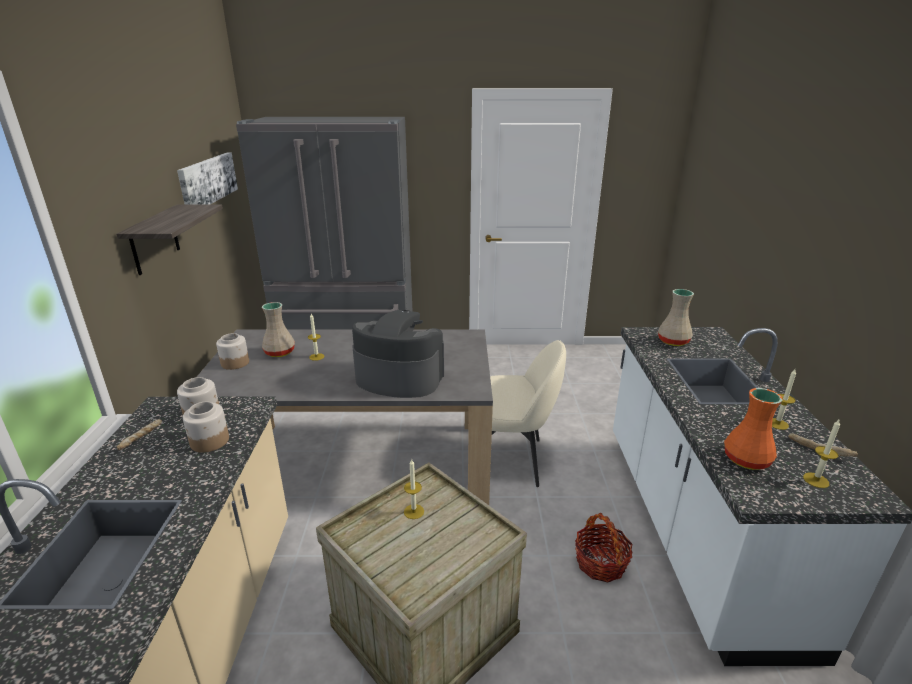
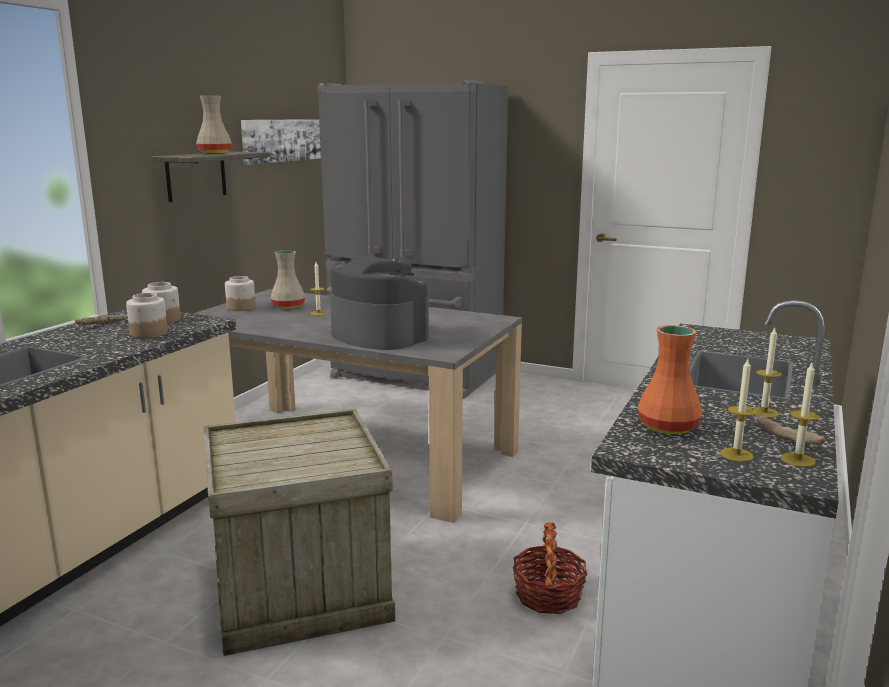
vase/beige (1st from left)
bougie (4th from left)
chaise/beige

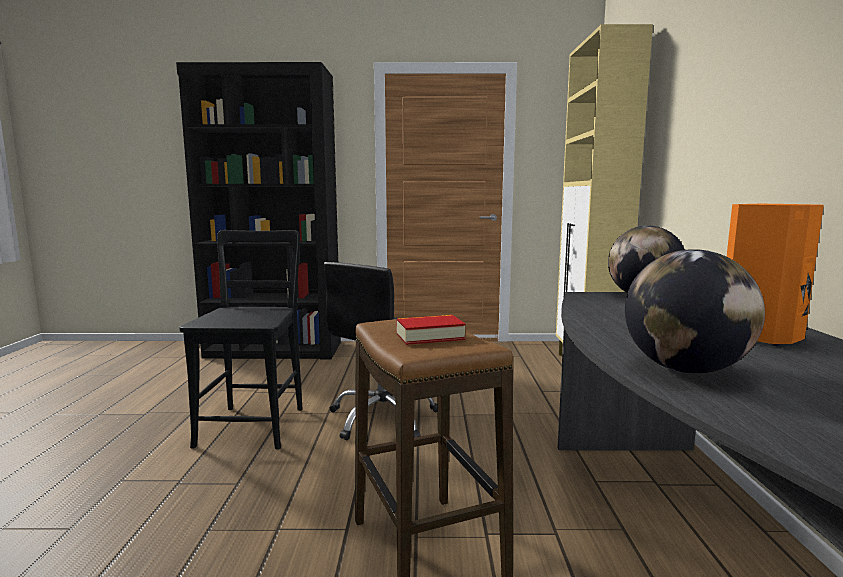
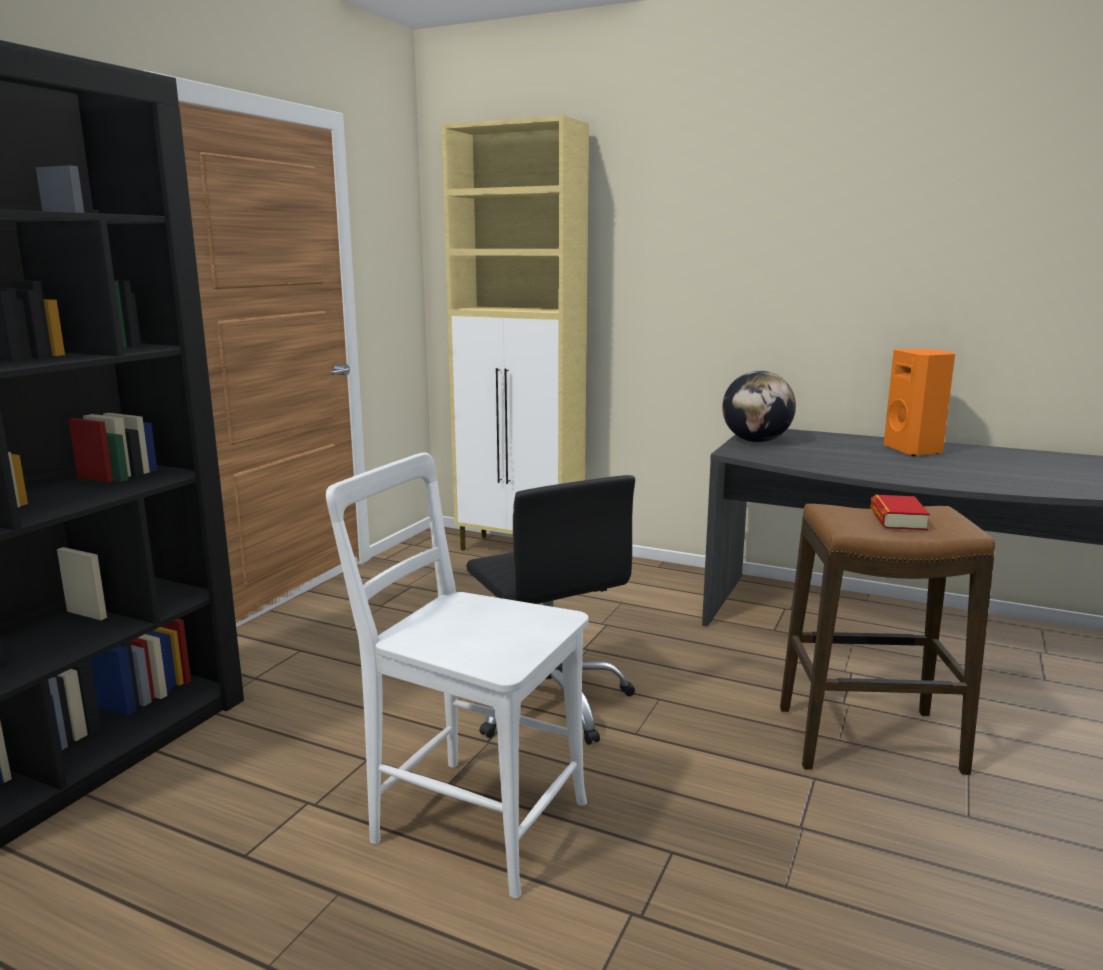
chaise/blanc
globe (2nd from left in the first image)

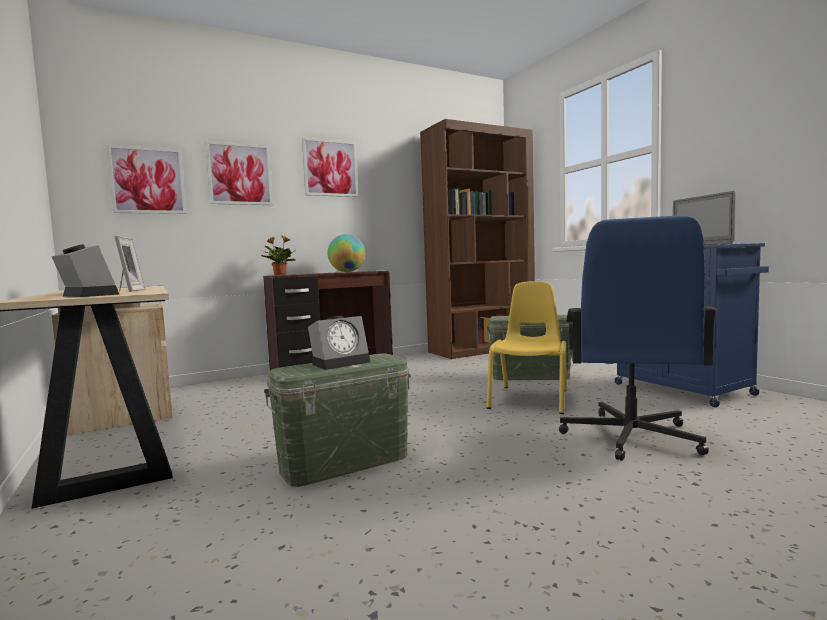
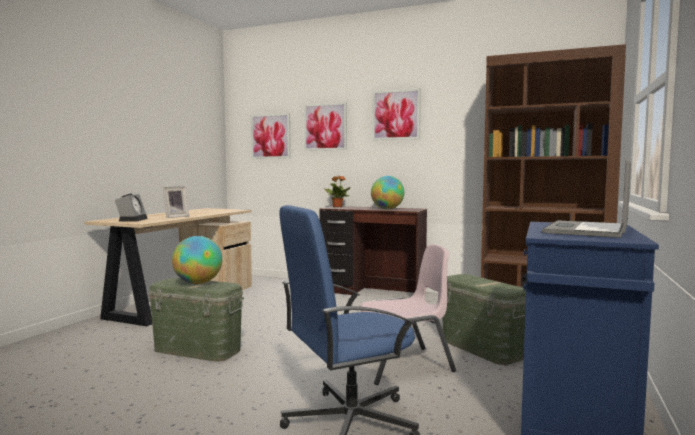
globe (1st from left)
chaise/rose

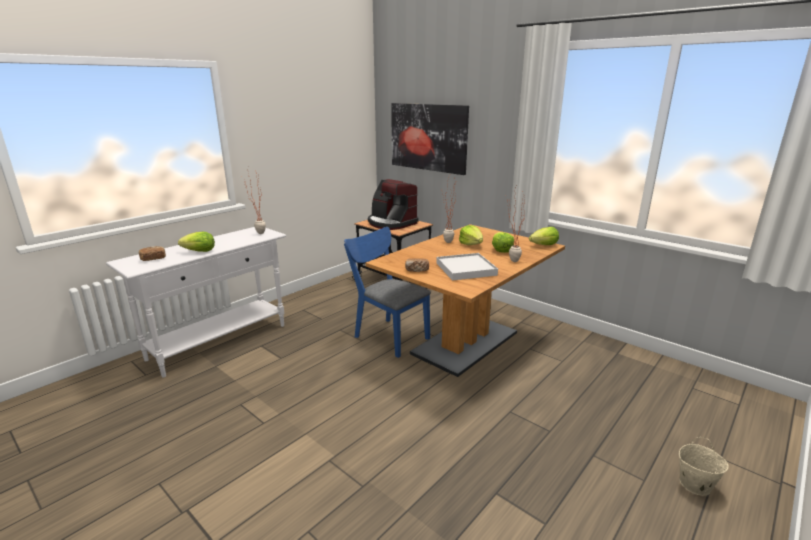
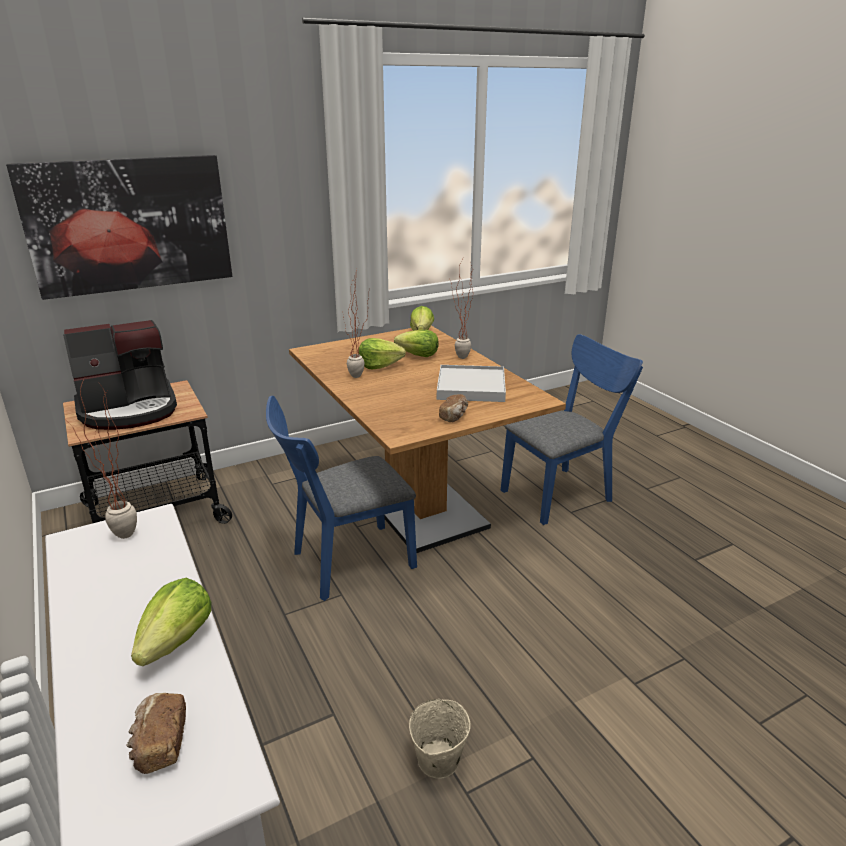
seau/beige
chaise/bleu (2nd from left)

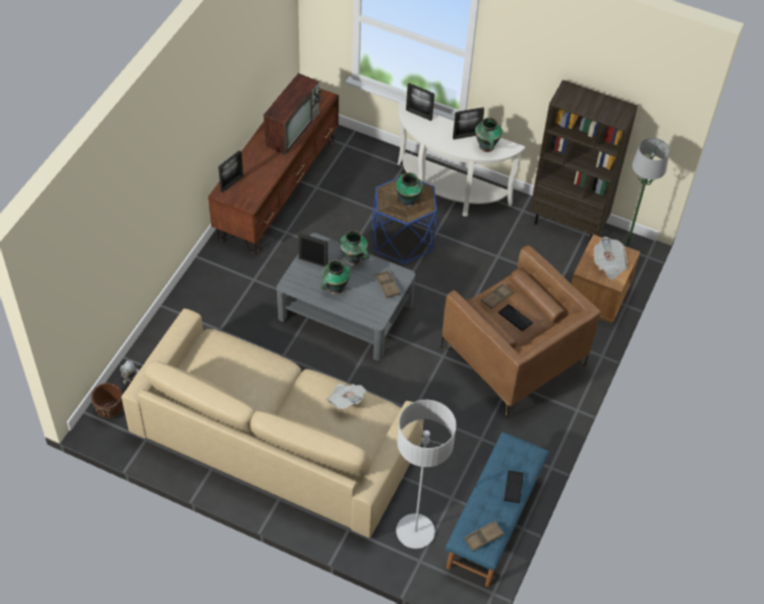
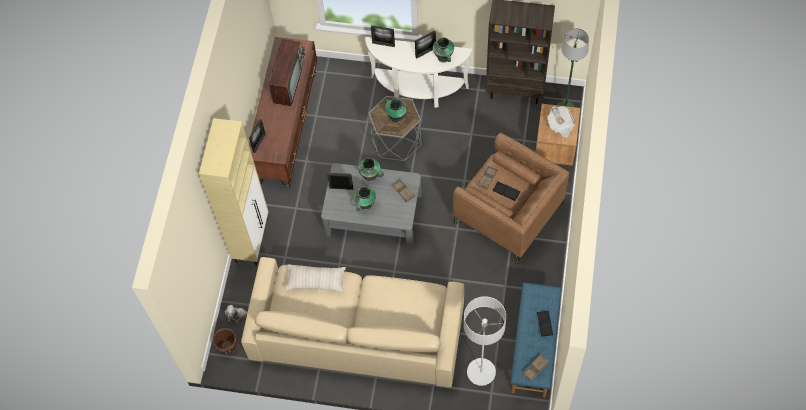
meuble de rangement/beige
coussin/beige
table d'appoint/gris
journal (1st from left in the first image)

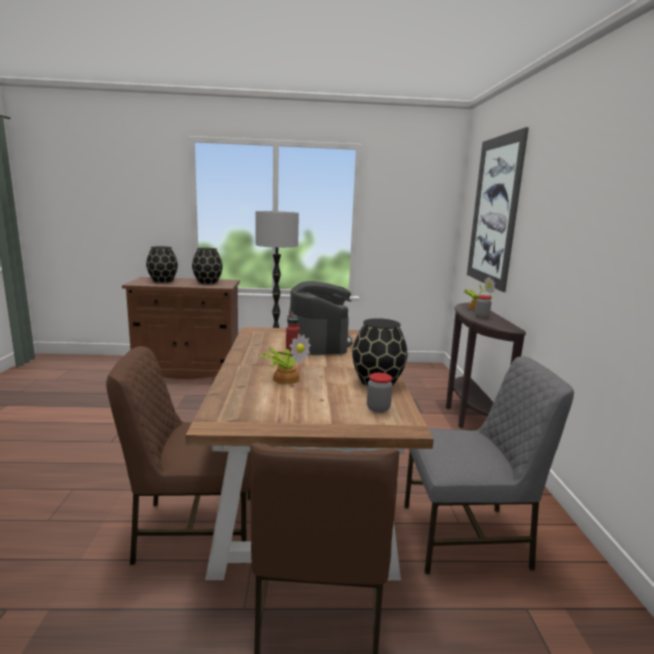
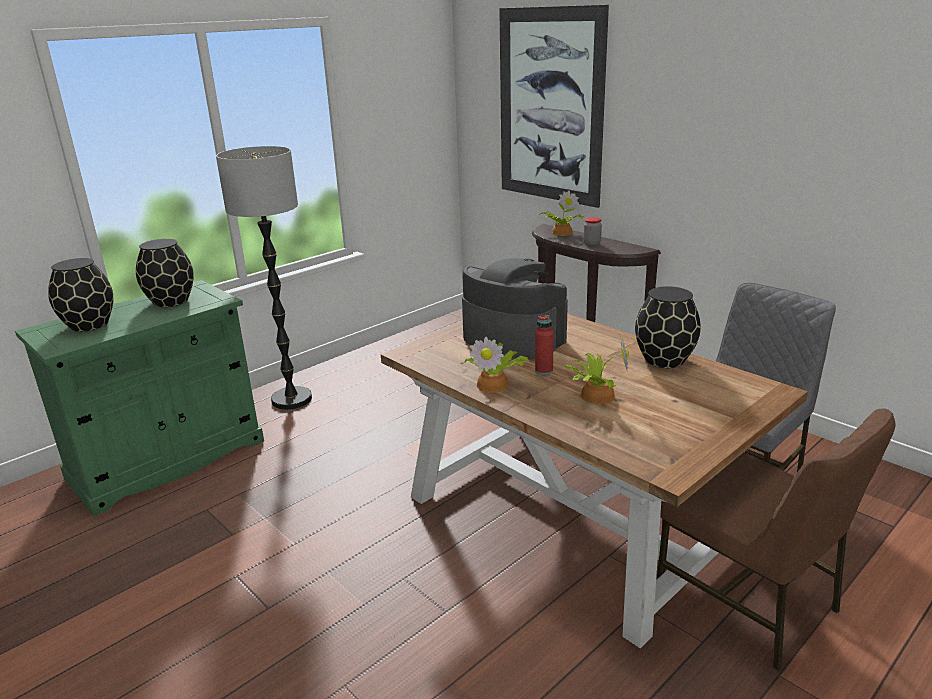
meuble de rangement/vert
plante en pot (1st from left)
chaise/marron (1st from left in the first image)
bocal (1st from left in the first image)

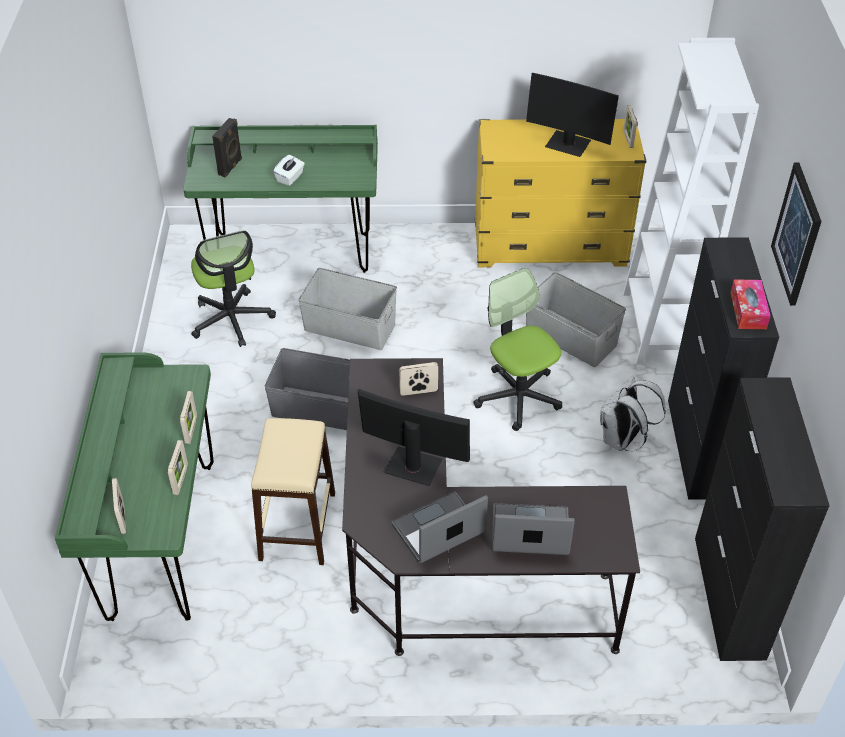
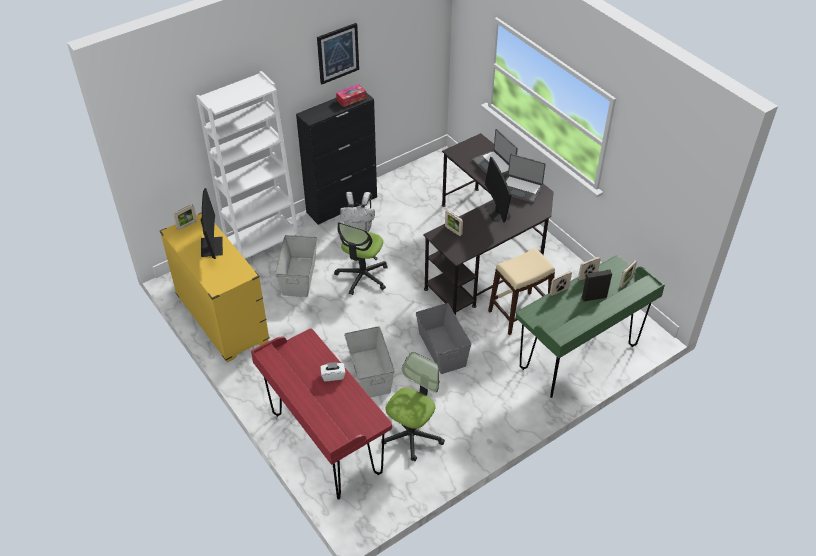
bureau/rouge
enceinte/noir
meuble de rangement/noir (2nd from left in the first image)

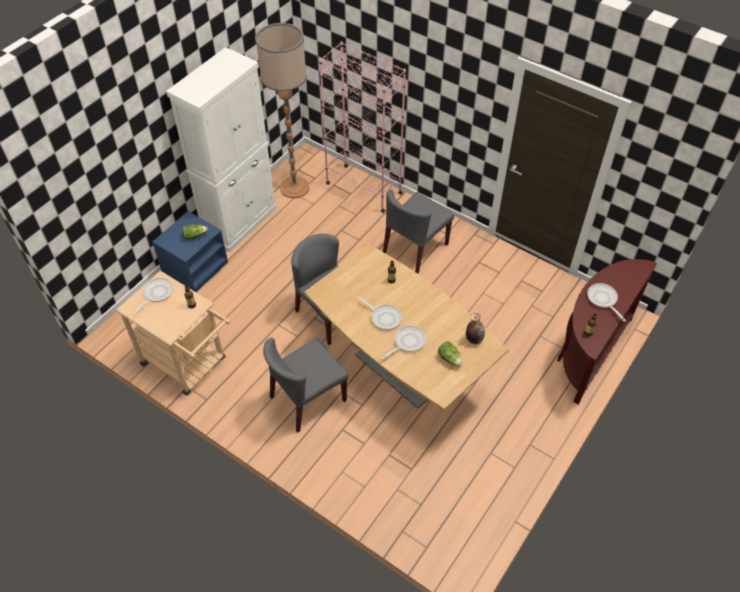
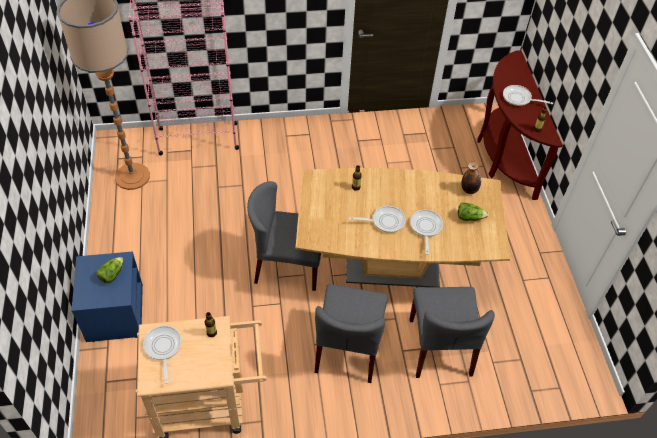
chaise/gris (3rd from left)
meuble de rangement/blanc

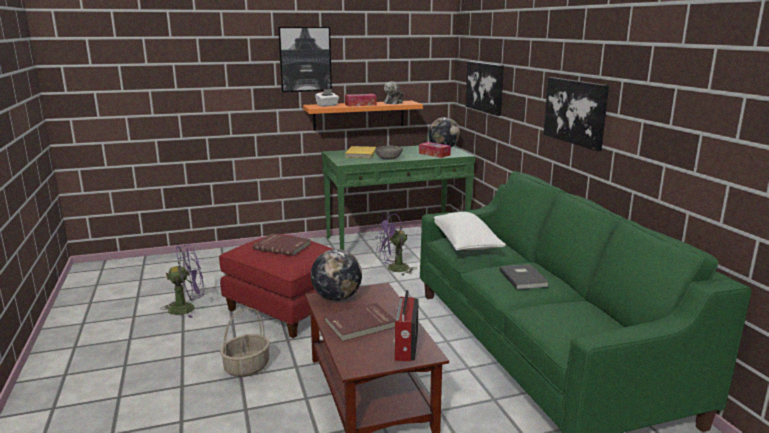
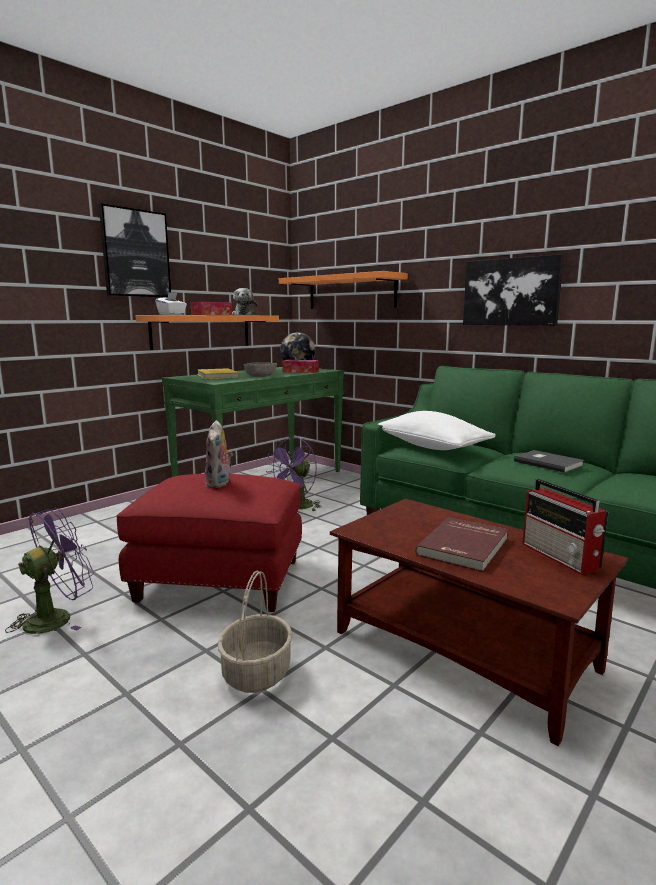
peluche (1st from left)
étagère/orange (2nd from left)
globe (1st from left in the first image)

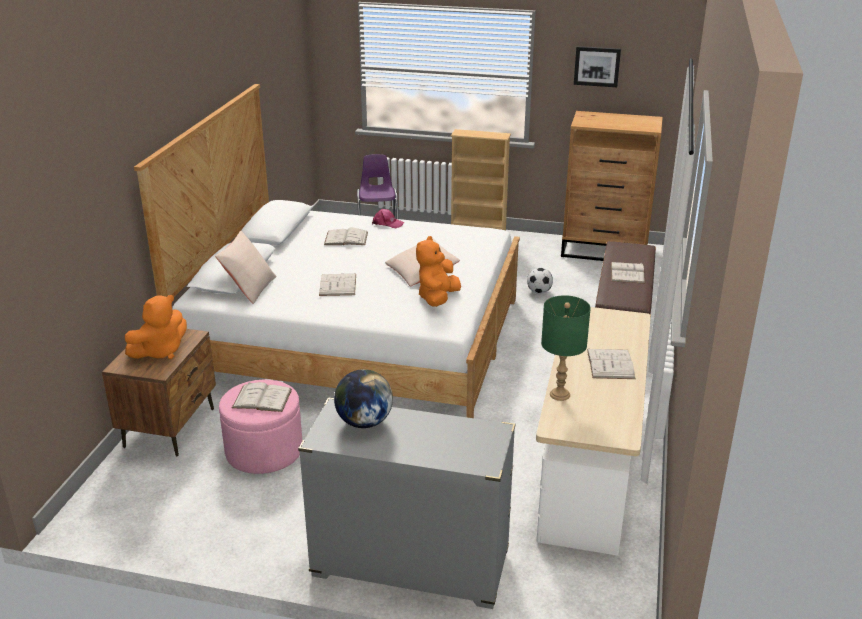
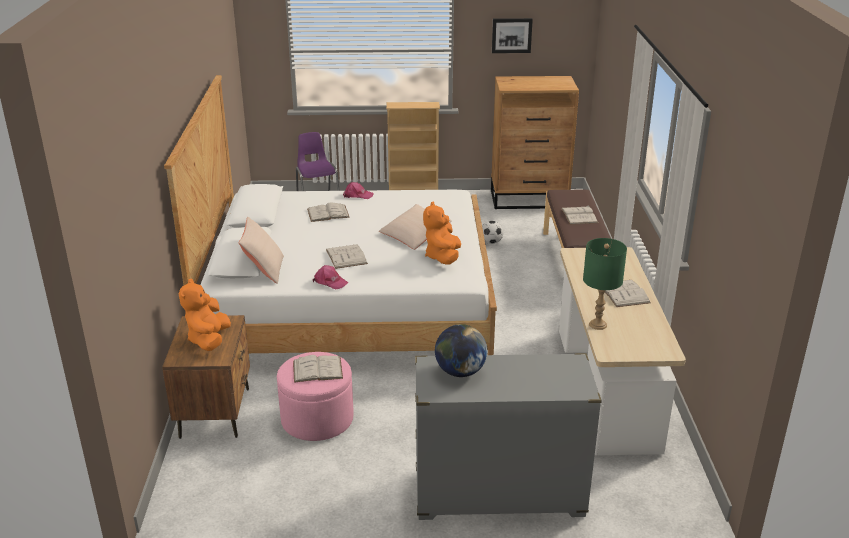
peluche/orange (1st from left)
casquette/rose (1st from left)

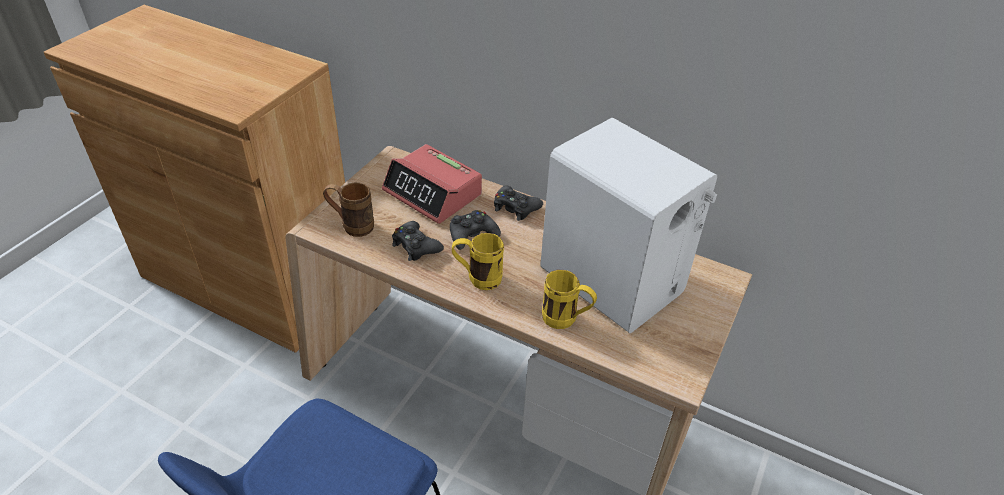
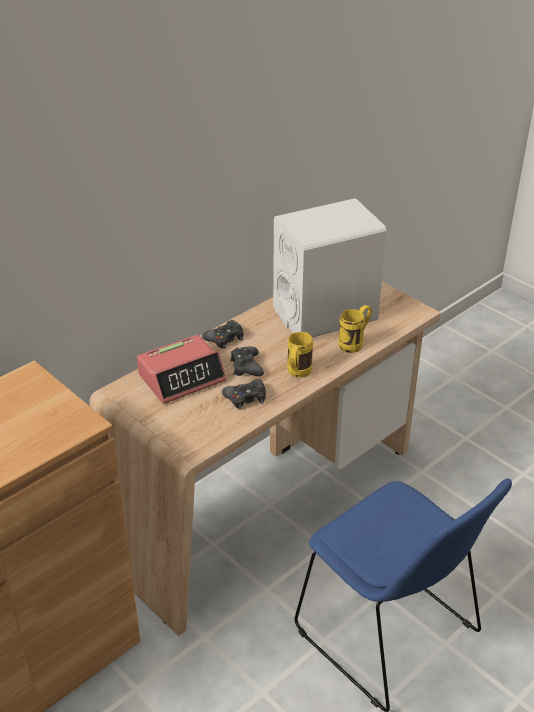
mug/marron

